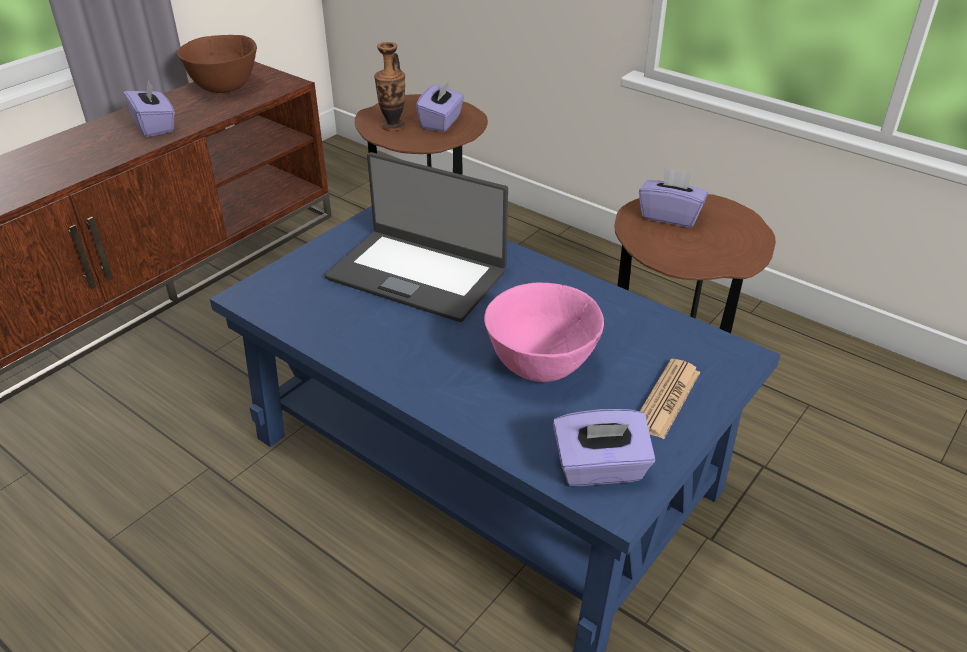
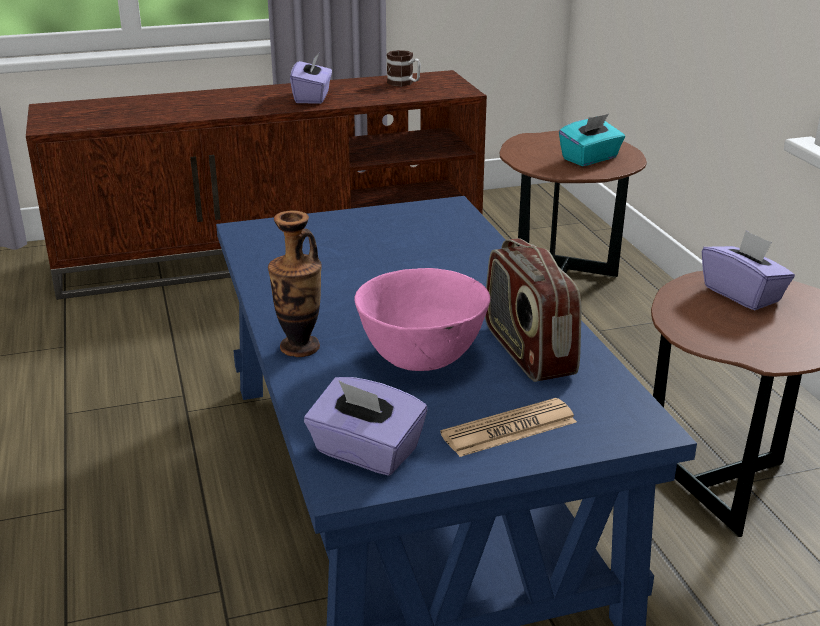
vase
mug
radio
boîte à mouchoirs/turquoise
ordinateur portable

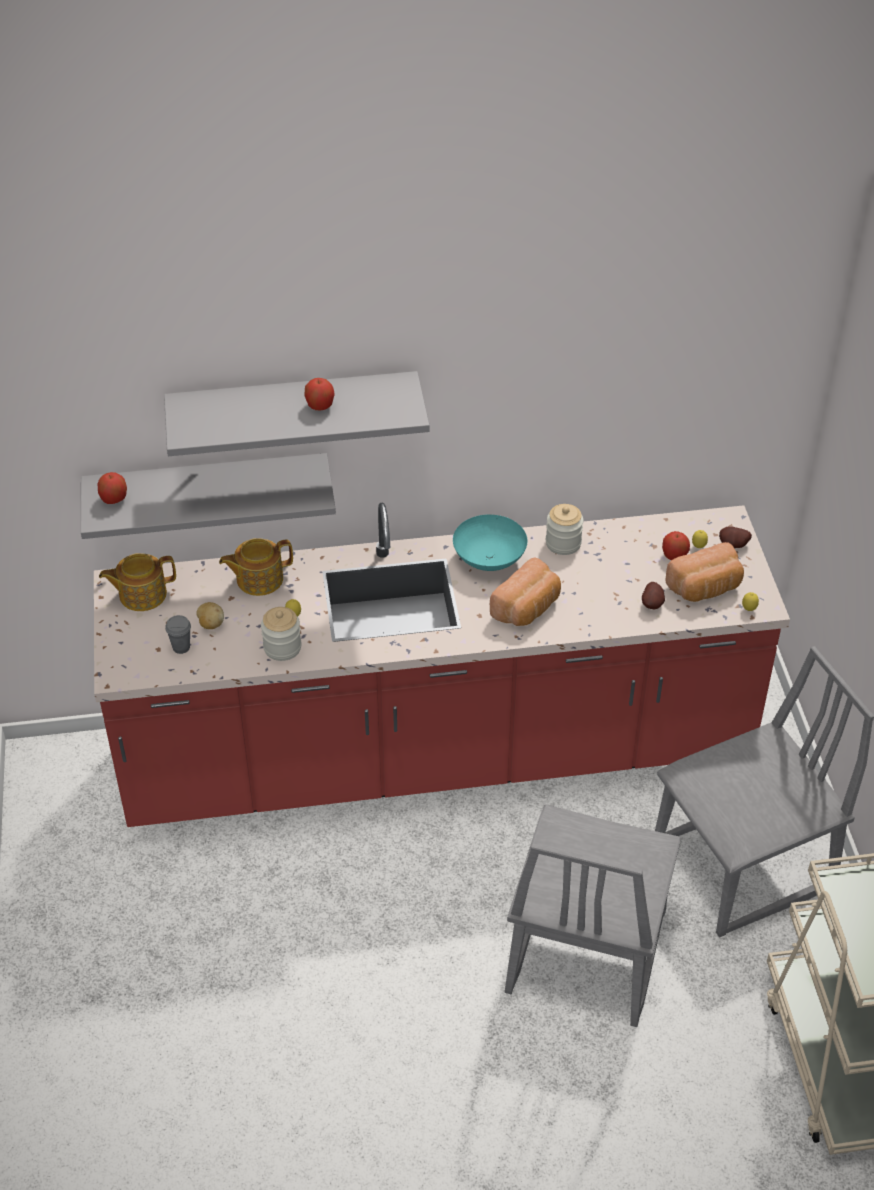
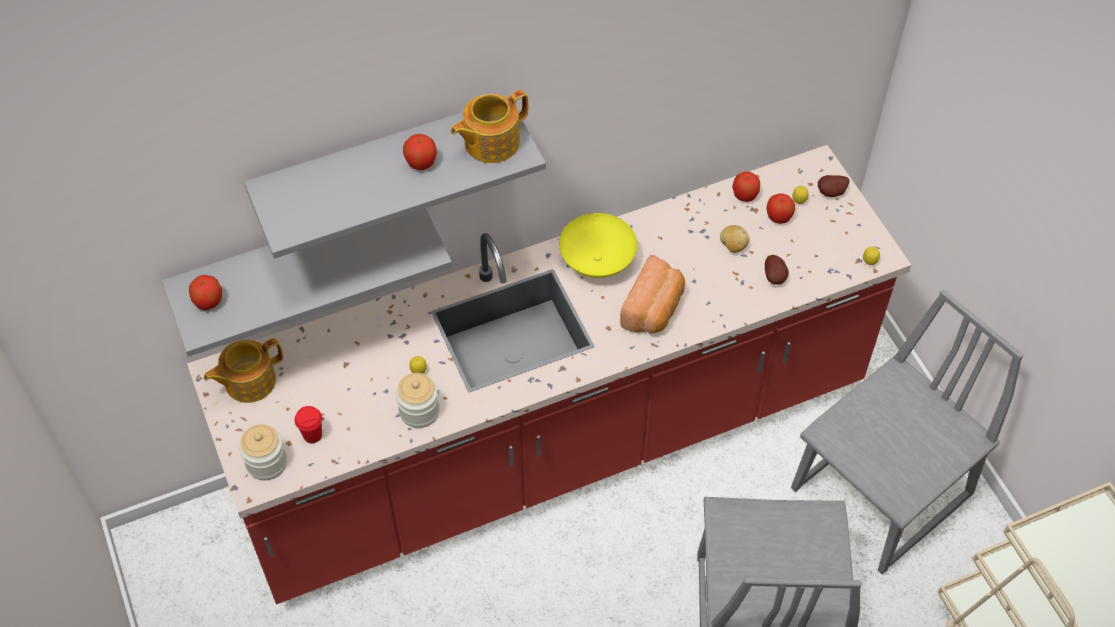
bocal (1st from left)
tasse/rouge
théière (2nd from left)
bol/jaune
pomme de terre (1st from left)
pomme (3rd from left)
pain (2nd from left in the first image)

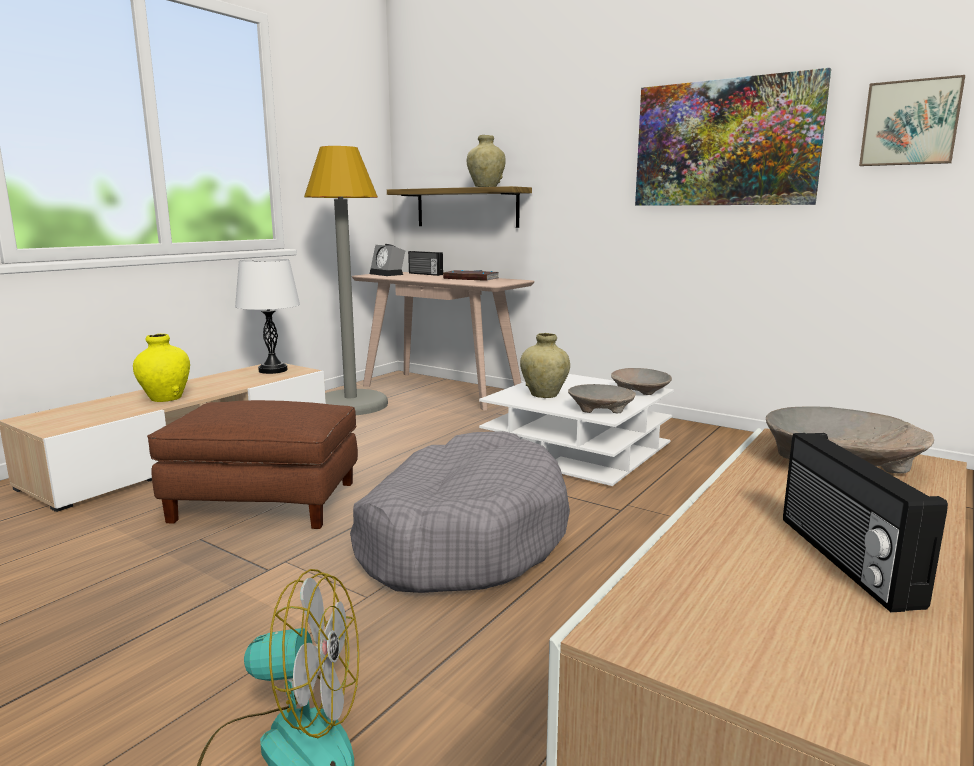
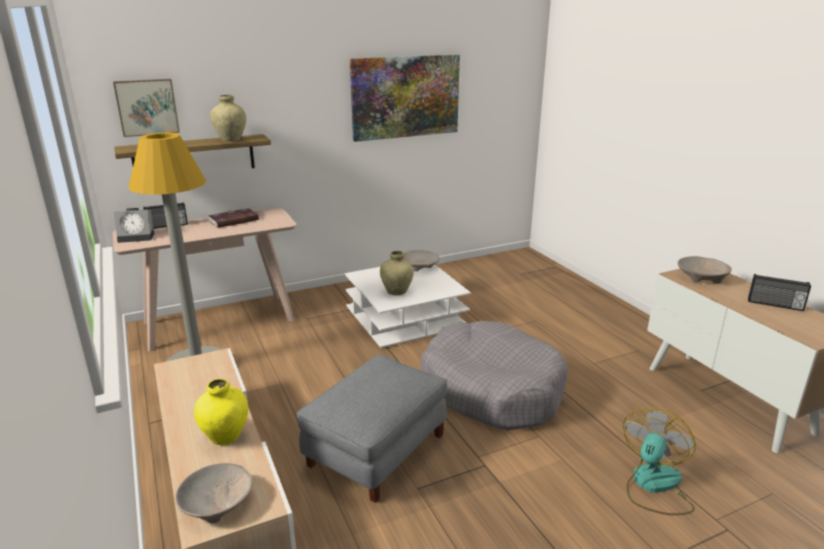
tableau (1st from left)
bol/beige (1st from left)
pouf/gris
lampe de table/blanc

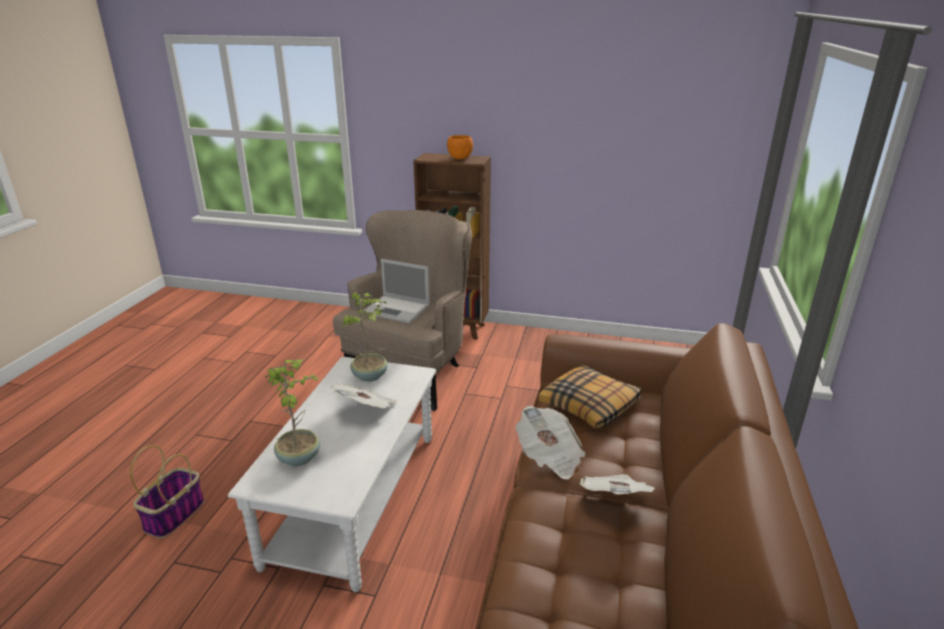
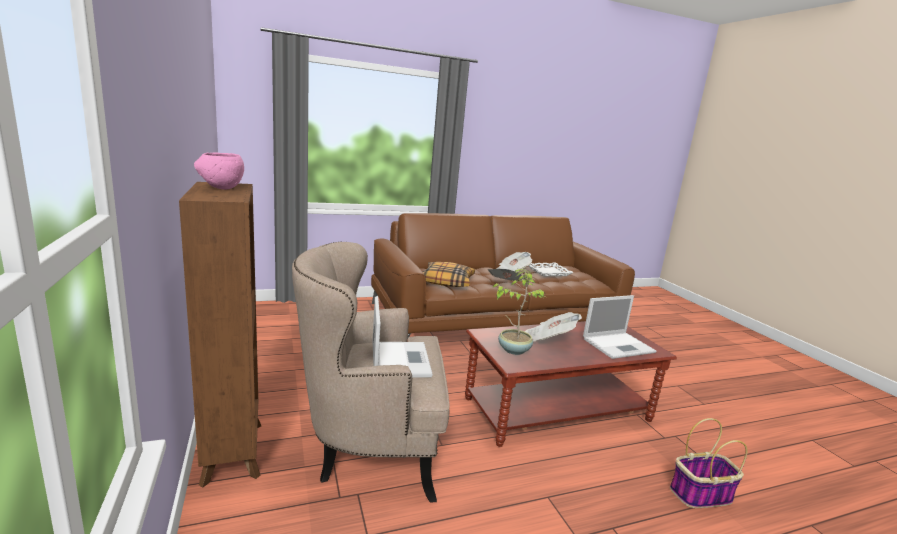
bol/rose
table basse/marron
plateau/blanc
ordinateur portable (2nd from left)

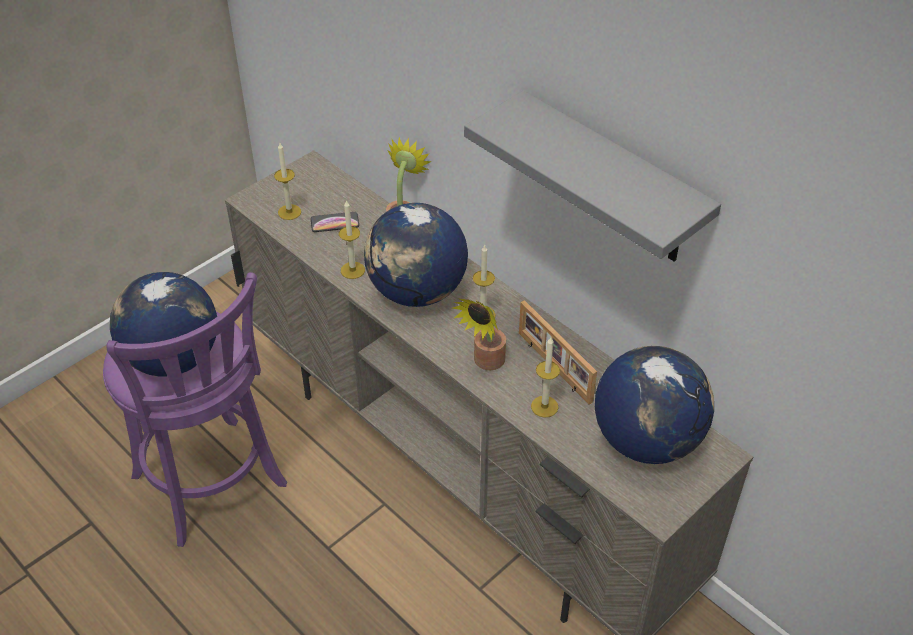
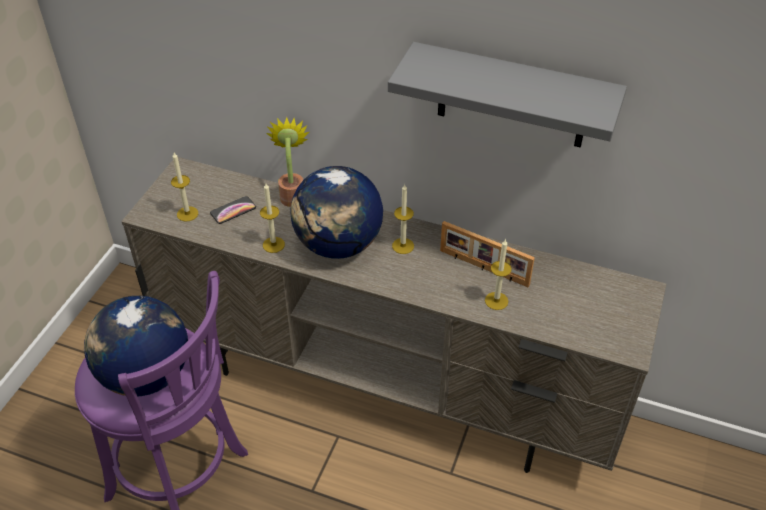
plante en pot (2nd from left in the first image)
globe (3rd from left in the first image)

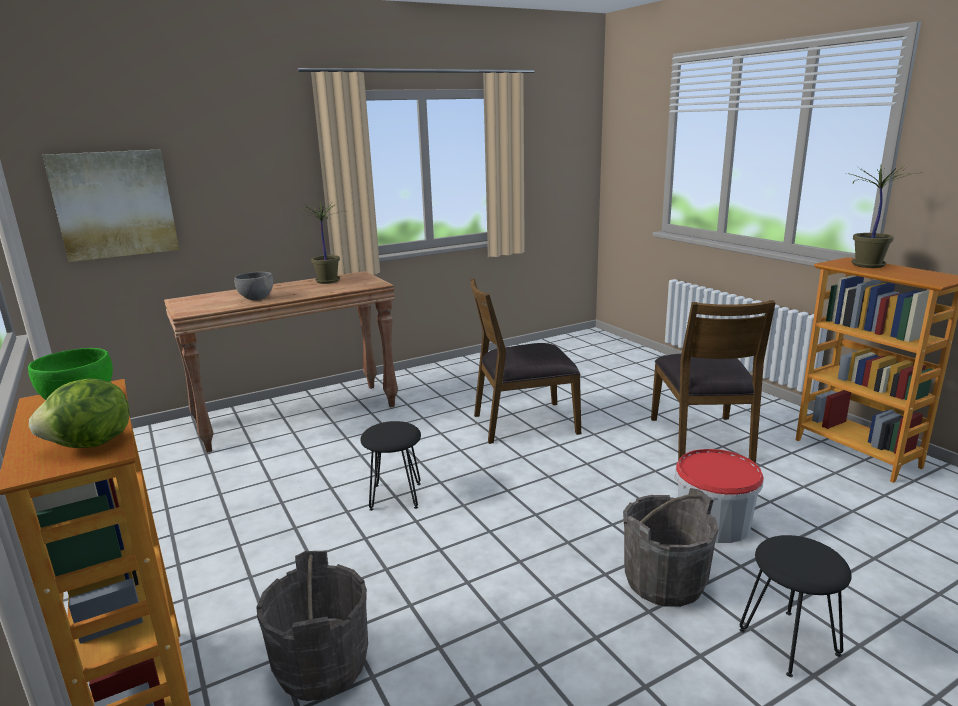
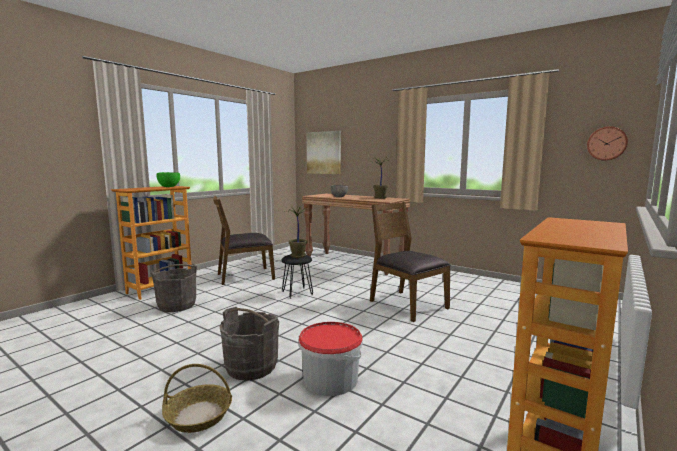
panier
chaise/marron (1st from left)
plante en pot (1st from left)
horloge murale
laitue

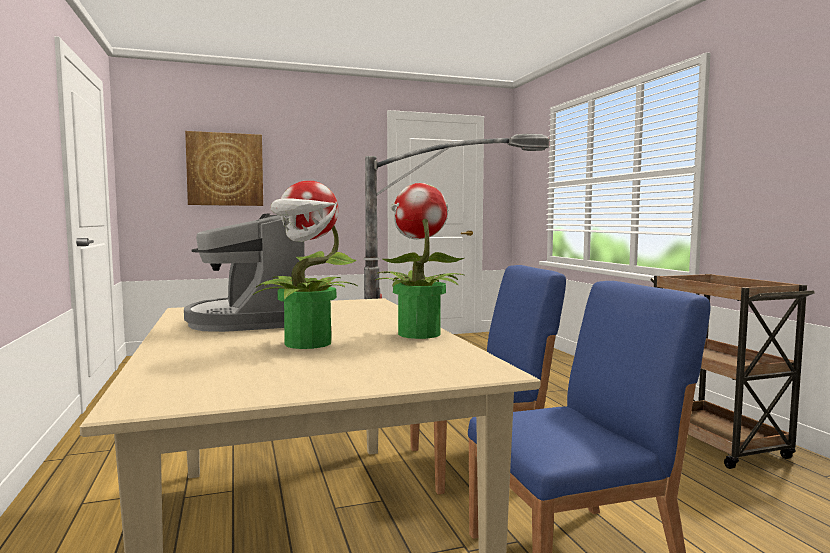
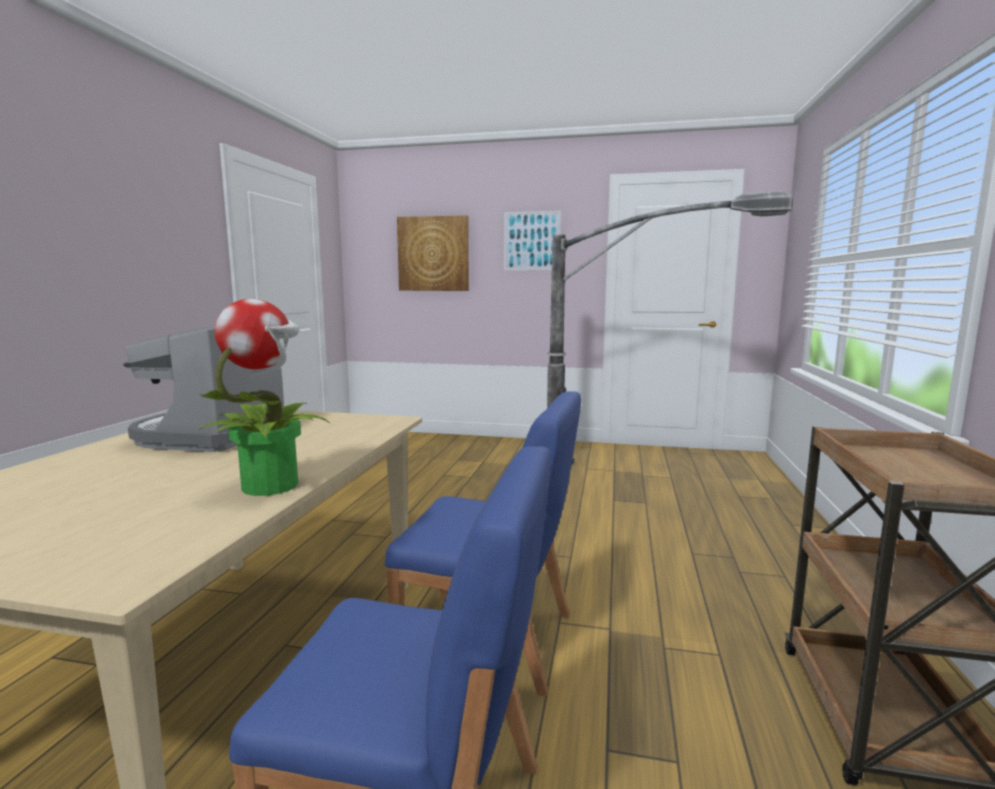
tableau (2nd from left)
plante en pot (1st from left in the first image)

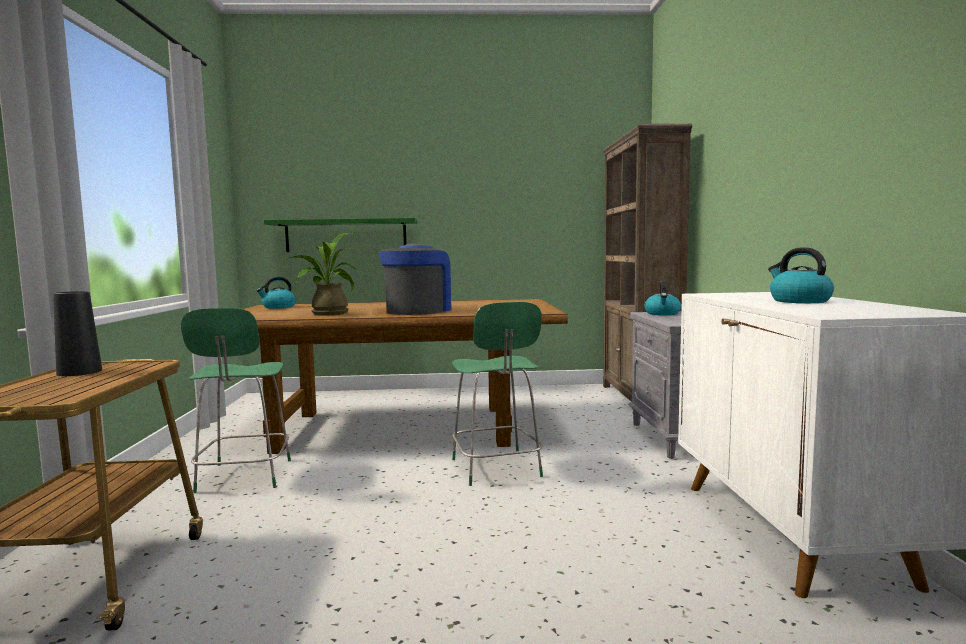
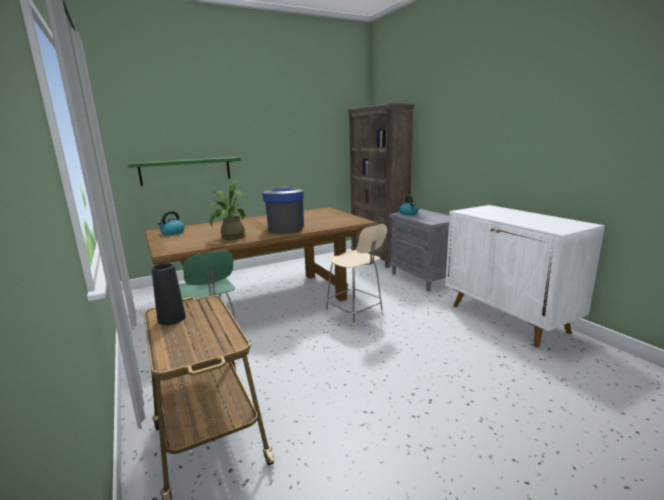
chaise/beige
bouilloire (3rd from left in the first image)

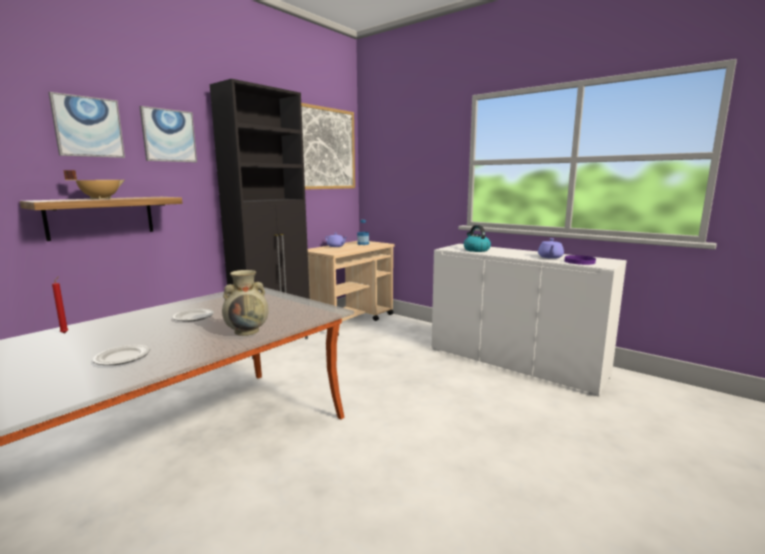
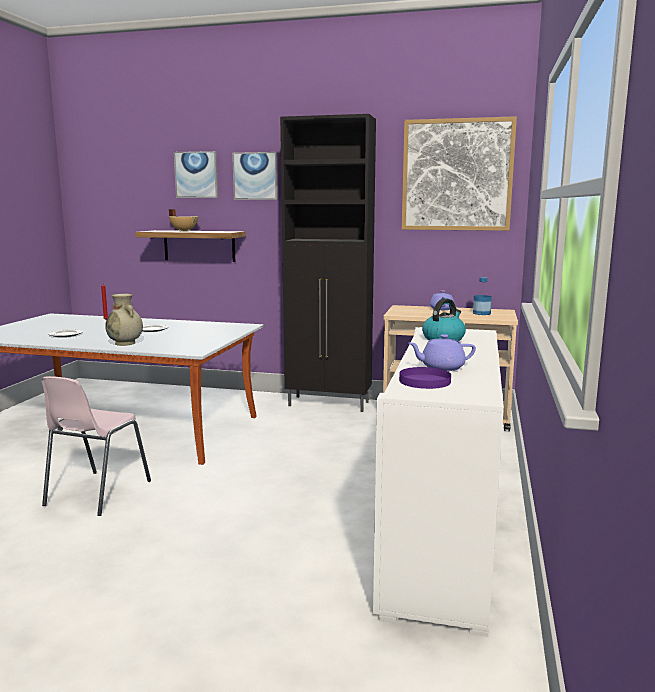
chaise/rose

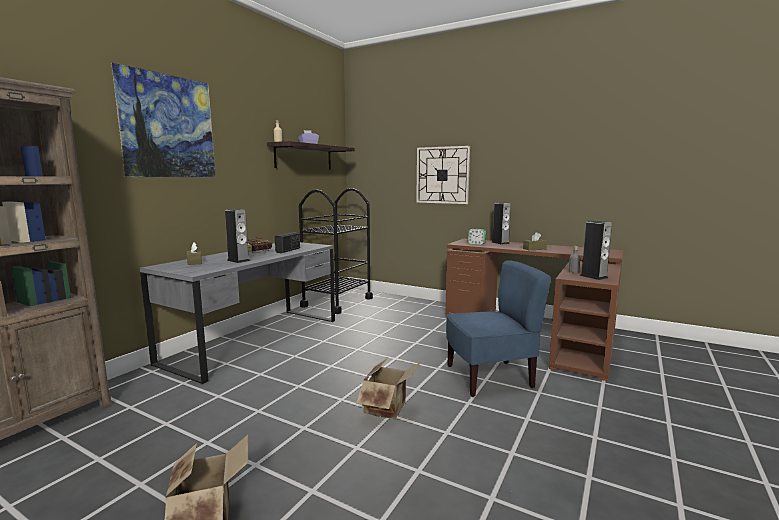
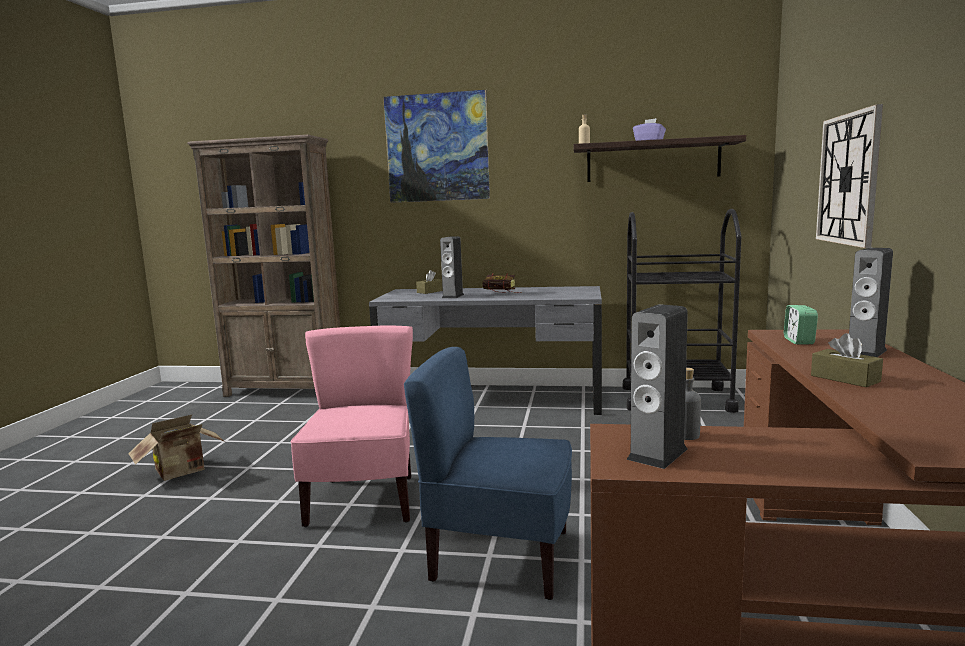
chaise/rose
chaise/bleu
radio

